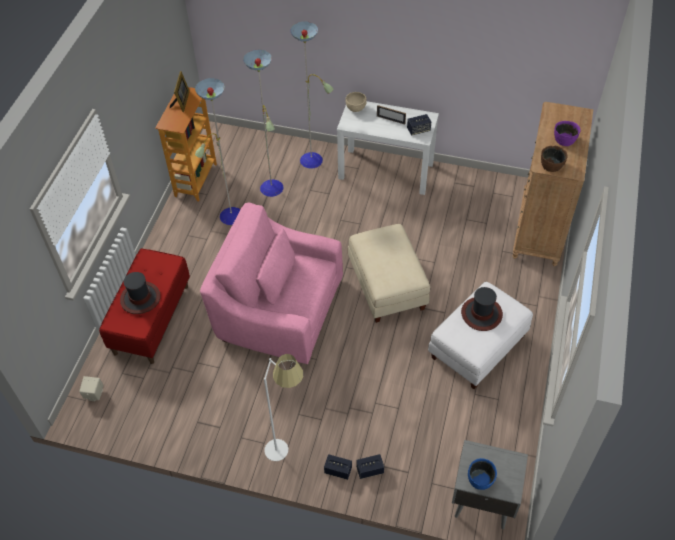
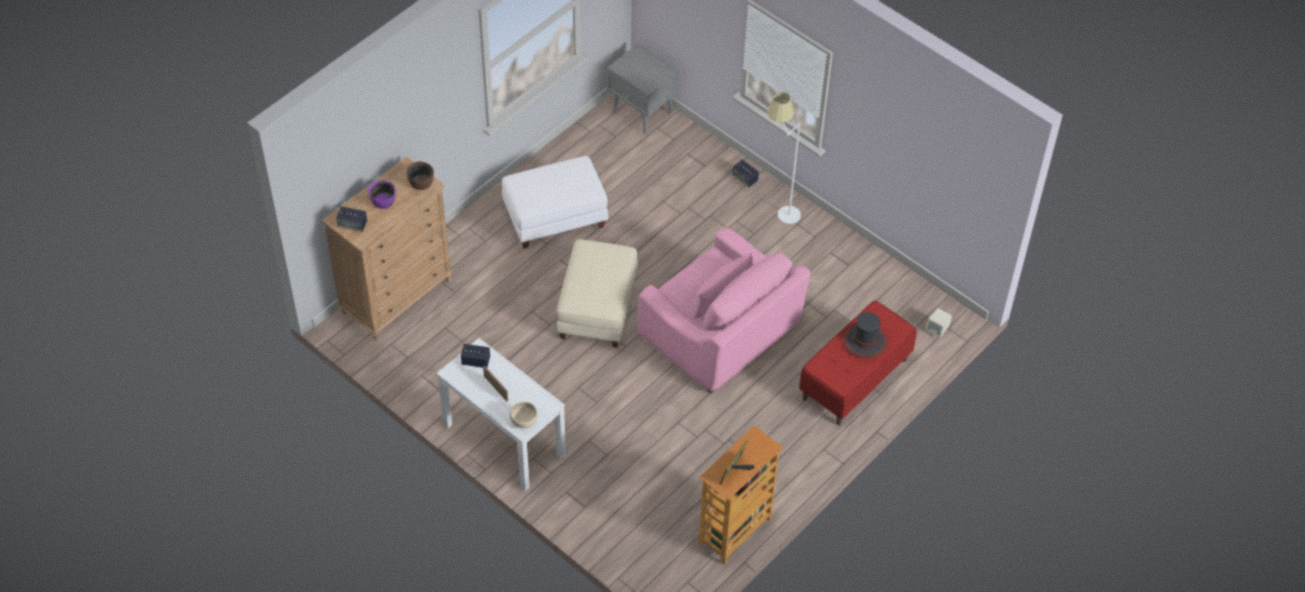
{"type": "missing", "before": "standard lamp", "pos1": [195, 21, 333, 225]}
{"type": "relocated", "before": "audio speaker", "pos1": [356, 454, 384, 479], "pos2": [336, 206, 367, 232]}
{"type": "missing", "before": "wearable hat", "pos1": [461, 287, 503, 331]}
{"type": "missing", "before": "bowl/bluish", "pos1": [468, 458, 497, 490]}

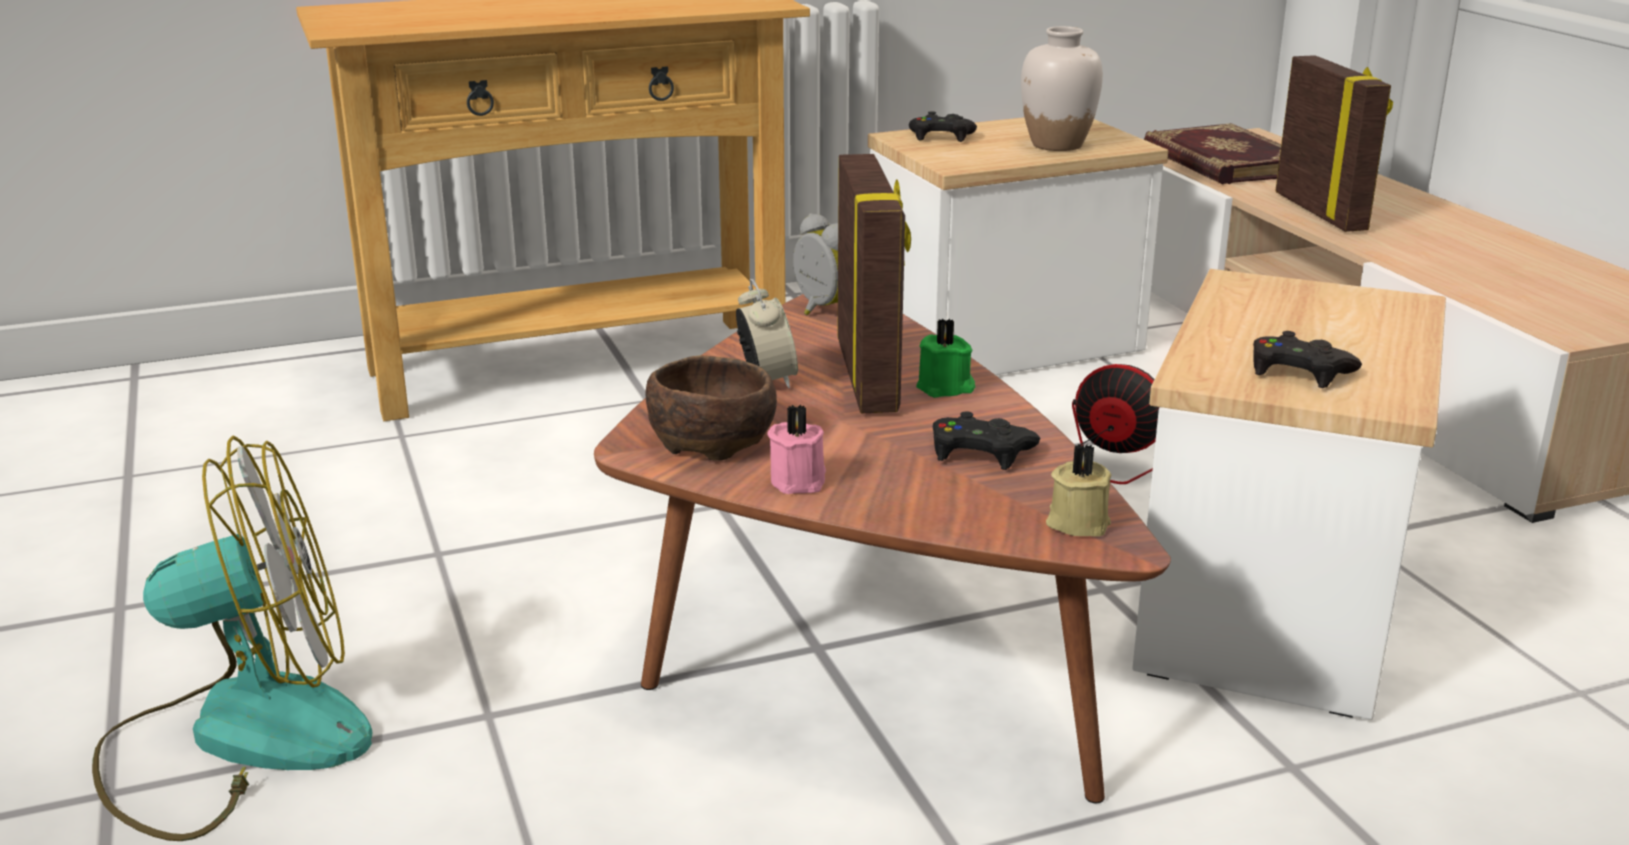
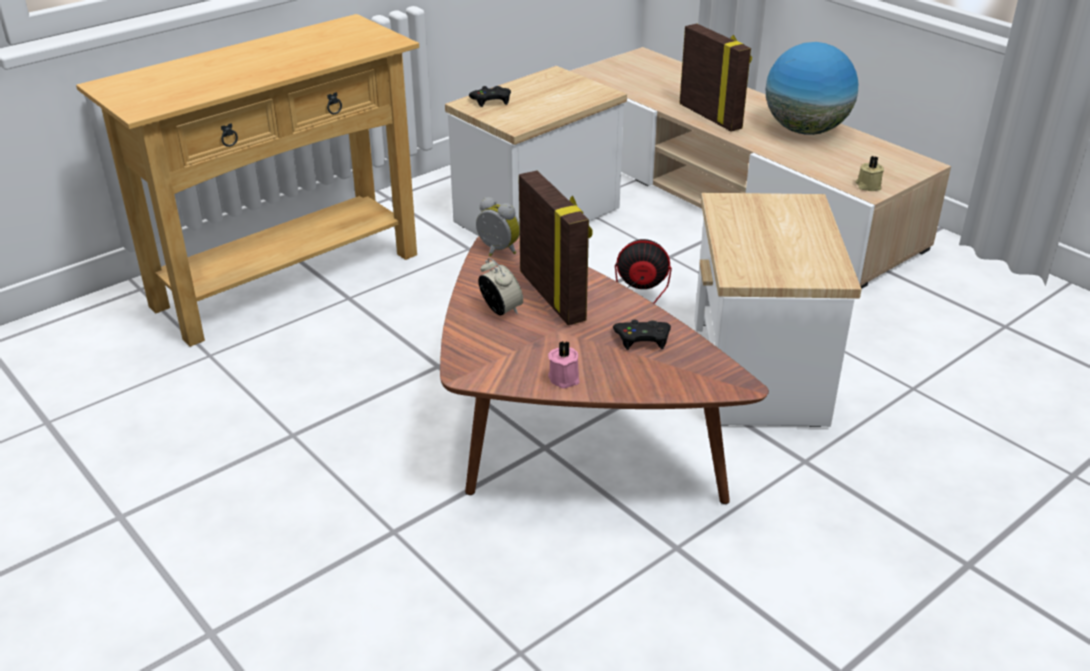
{"type": "missing", "before": "cooling fan", "pos1": [92, 436, 372, 841]}
{"type": "missing", "before": "bowl/brown", "pos1": [645, 355, 777, 461]}
{"type": "missing", "before": "candle/green", "pos1": [916, 319, 975, 398]}
{"type": "missing", "before": "flower vase/white-coloured", "pos1": [1021, 26, 1103, 151]}
{"type": "relocated", "before": "candle/beige-coloured", "pos1": [1046, 443, 1111, 536], "pos2": [855, 156, 884, 191]}
{"type": "missing", "before": "bound book", "pos1": [1144, 123, 1281, 184]}
{"type": "missing", "before": "game controller/blackish", "pos1": [1253, 331, 1362, 388]}
{"type": "appeared", "after": "world globe", "pos2": [766, 42, 858, 135]}

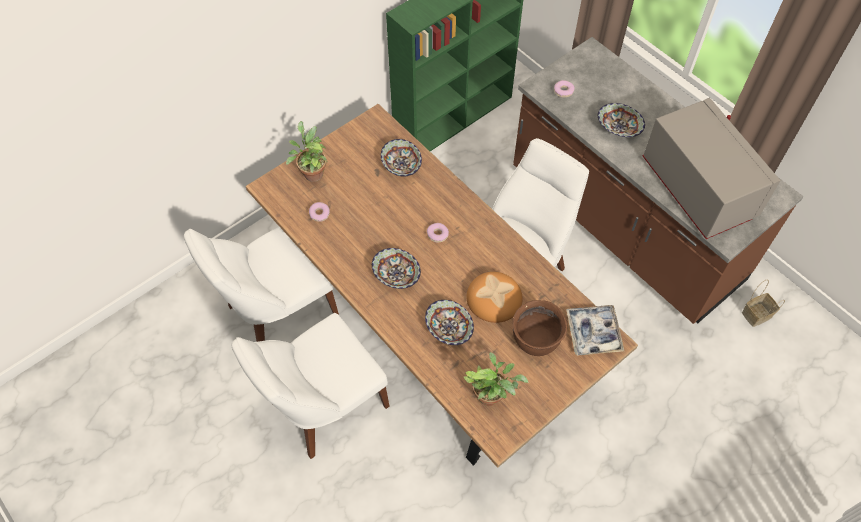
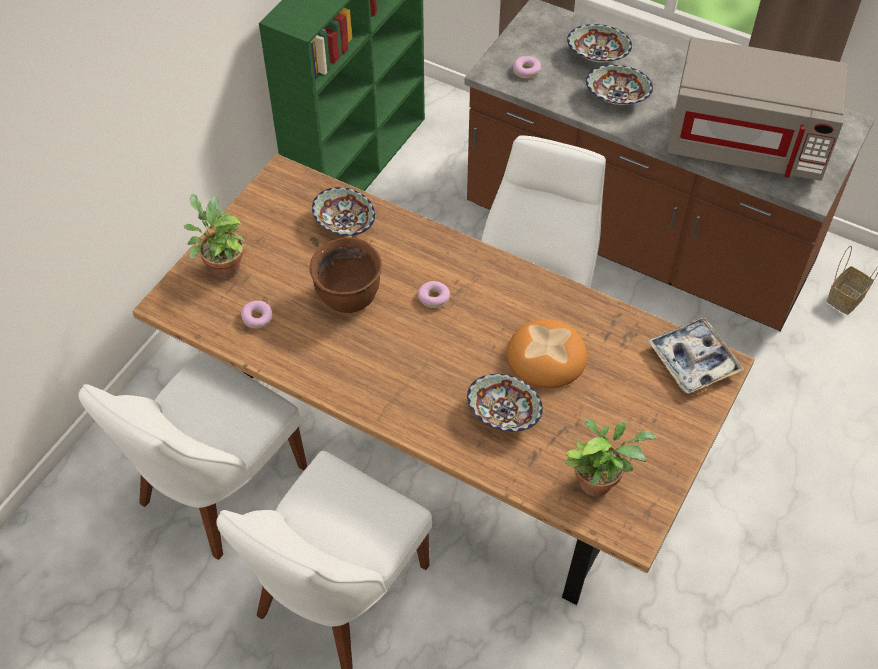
{"type": "relocated", "before": "bowl", "pos1": [372, 248, 421, 289], "pos2": [567, 24, 632, 63]}
{"type": "relocated", "before": "cooking pot/brown", "pos1": [513, 300, 567, 356], "pos2": [310, 237, 382, 313]}
{"type": "spun", "before": "microwave oven/gray", "pos1": [643, 98, 781, 239], "pos2": [667, 37, 848, 181], "turn": 150}

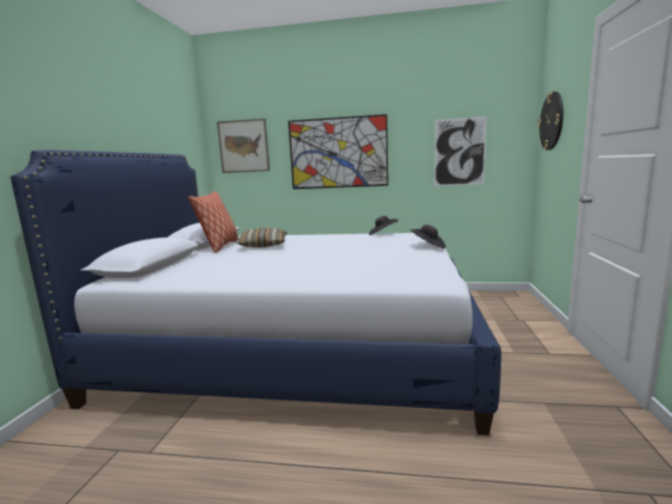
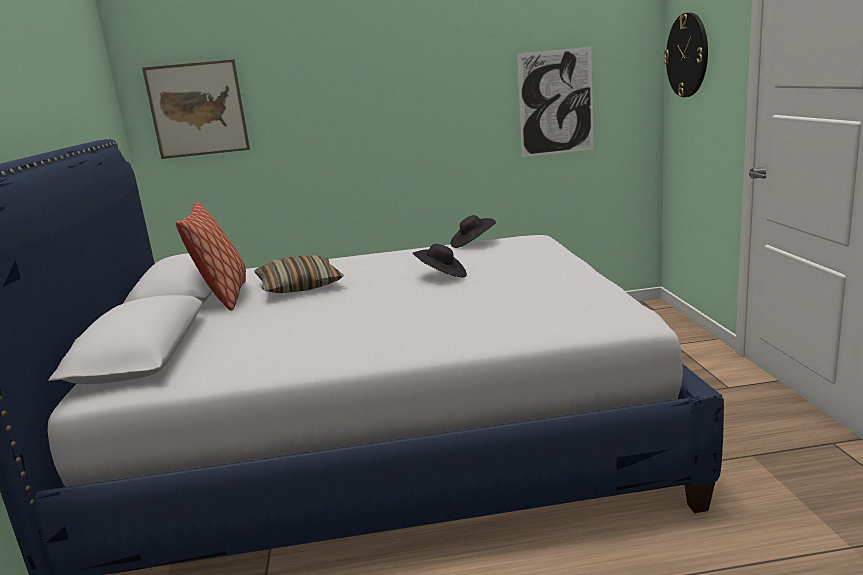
{"type": "missing", "before": "picture", "pos1": [288, 114, 388, 189]}
{"type": "relocated", "before": "wearable hat/blackish", "pos1": [411, 225, 446, 248], "pos2": [413, 244, 467, 278]}

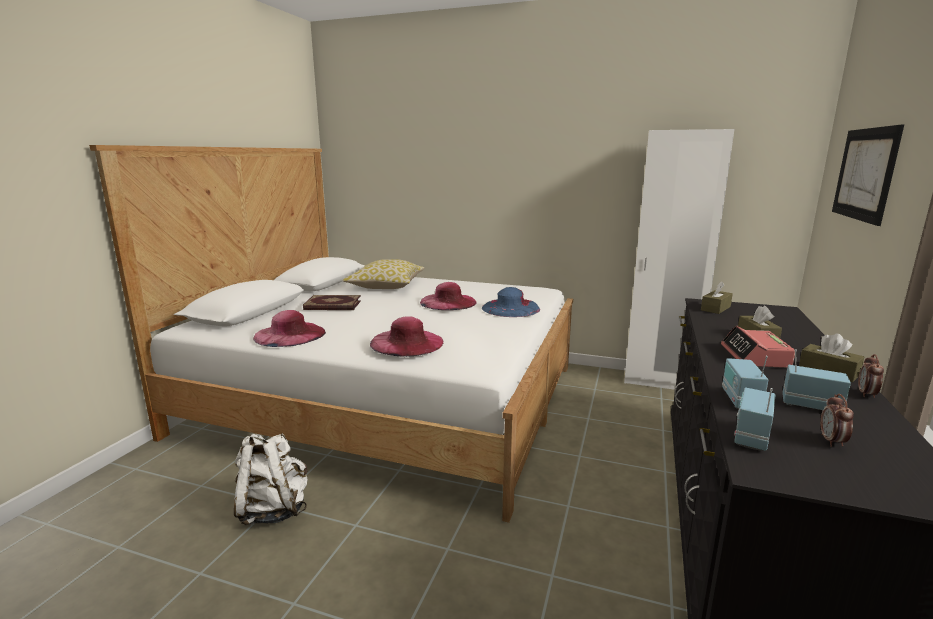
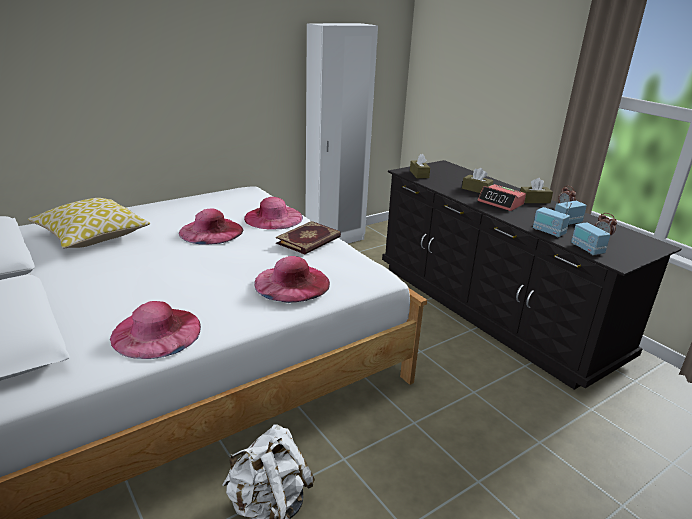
{"type": "relocated", "before": "bound book", "pos1": [303, 295, 361, 310], "pos2": [276, 221, 341, 255]}
{"type": "colour", "before": "wearable hat/bluish", "after": "wearable hat/pink-coloured", "pos1": [482, 287, 540, 317], "pos2": [244, 197, 303, 230]}
{"type": "missing", "before": "picture", "pos1": [832, 125, 904, 226]}

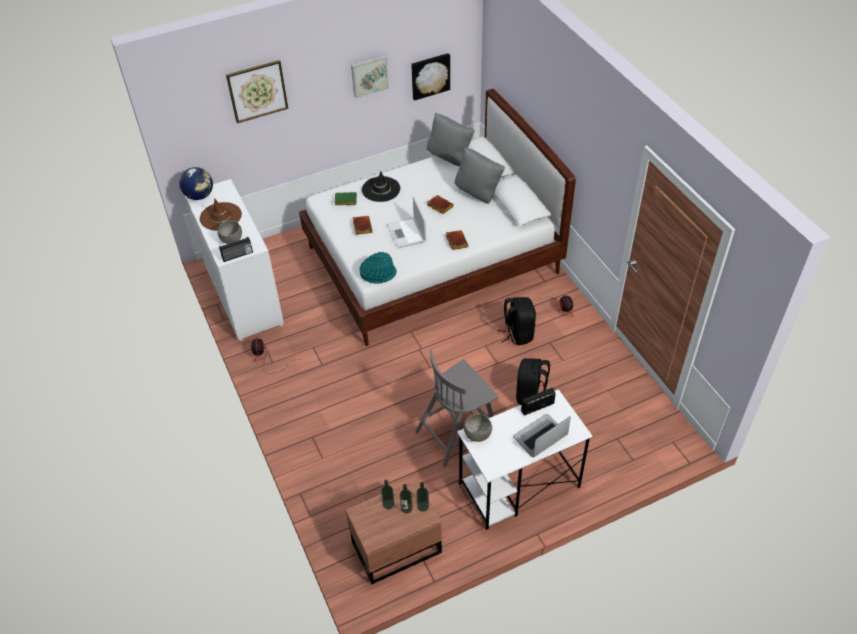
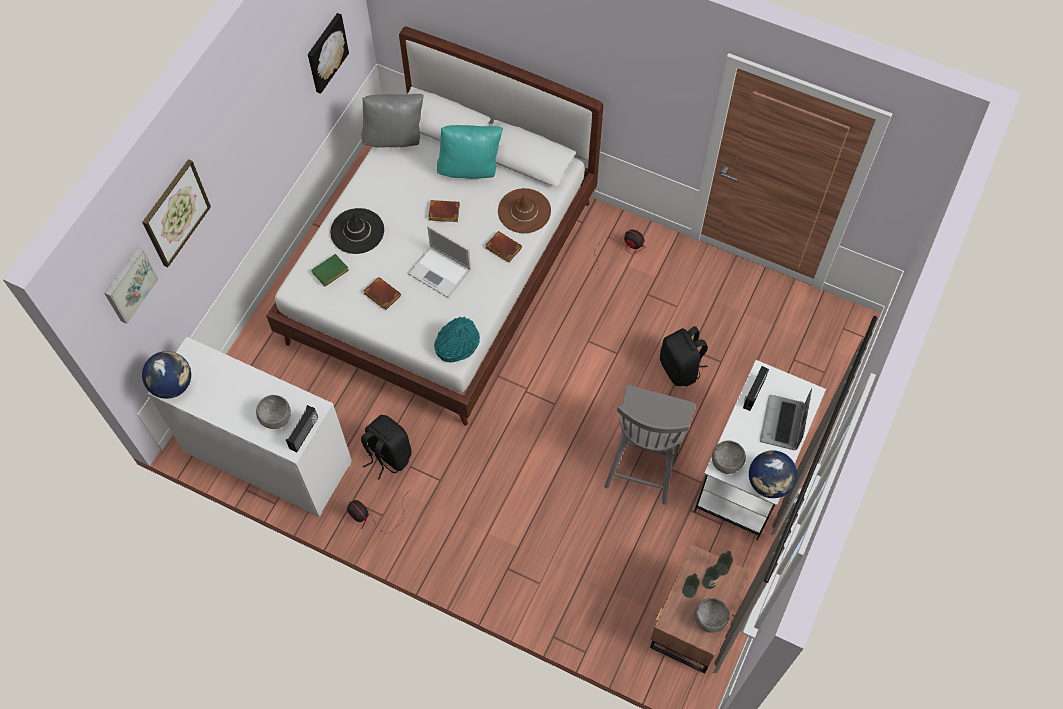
{"type": "relocated", "before": "wearable hat/brown", "pos1": [200, 198, 242, 231], "pos2": [498, 188, 551, 233]}
{"type": "relocated", "before": "picture", "pos1": [351, 55, 389, 98], "pos2": [104, 247, 159, 324]}
{"type": "colour", "before": "pillow/gray", "after": "pillow/blue-green", "pos1": [454, 147, 505, 204], "pos2": [437, 125, 503, 179]}
{"type": "relocated", "before": "knapsack/blackish", "pos1": [498, 297, 536, 345], "pos2": [361, 415, 412, 480]}
{"type": "appeared", "after": "bowl/gray", "pos2": [694, 598, 729, 633]}
{"type": "appeared", "after": "world globe", "pos2": [749, 450, 797, 498]}

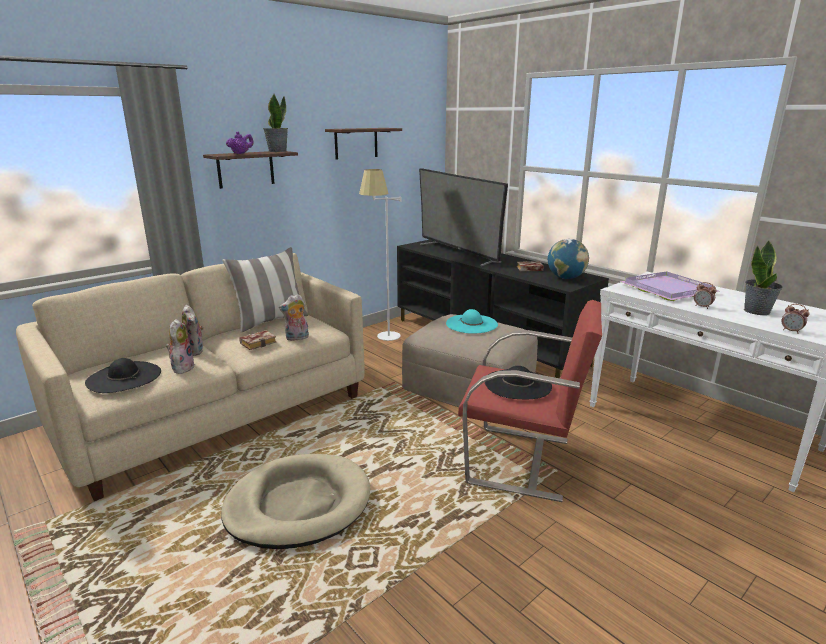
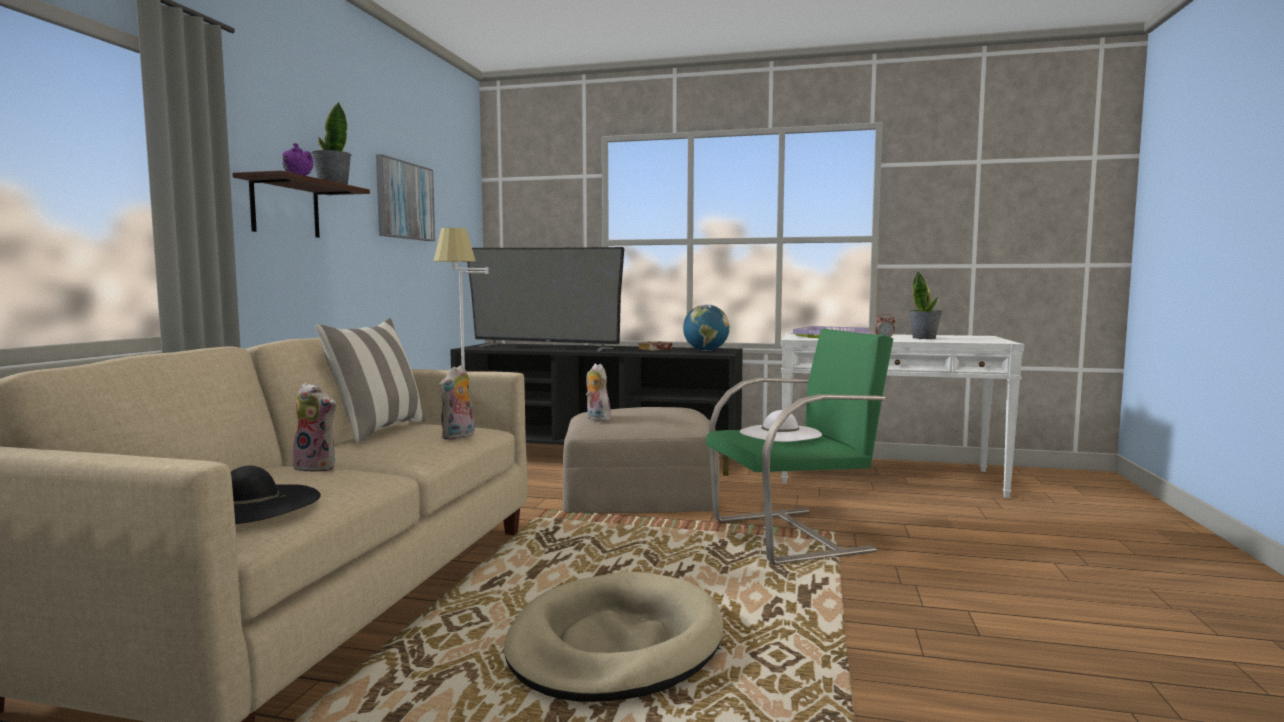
{"type": "relocated", "before": "cuddly toy", "pos1": [166, 319, 195, 374], "pos2": [586, 363, 611, 421]}
{"type": "missing", "before": "bound book", "pos1": [239, 330, 276, 350]}
{"type": "exchanged", "before": "wall shelf", "after": "picture", "pos1": [325, 128, 402, 160], "pos2": [376, 154, 435, 241]}
{"type": "missing", "before": "wearable hat/blue-green", "pos1": [446, 309, 498, 333]}
{"type": "colour", "before": "lounge chair/red", "after": "lounge chair/green", "pos1": [458, 300, 602, 502], "pos2": [706, 329, 893, 564]}
{"type": "colour", "before": "wearable hat/blackish", "after": "wearable hat/white-coloured", "pos1": [485, 366, 552, 399], "pos2": [740, 410, 822, 442]}
{"type": "missing", "before": "table clock", "pos1": [781, 304, 809, 334]}

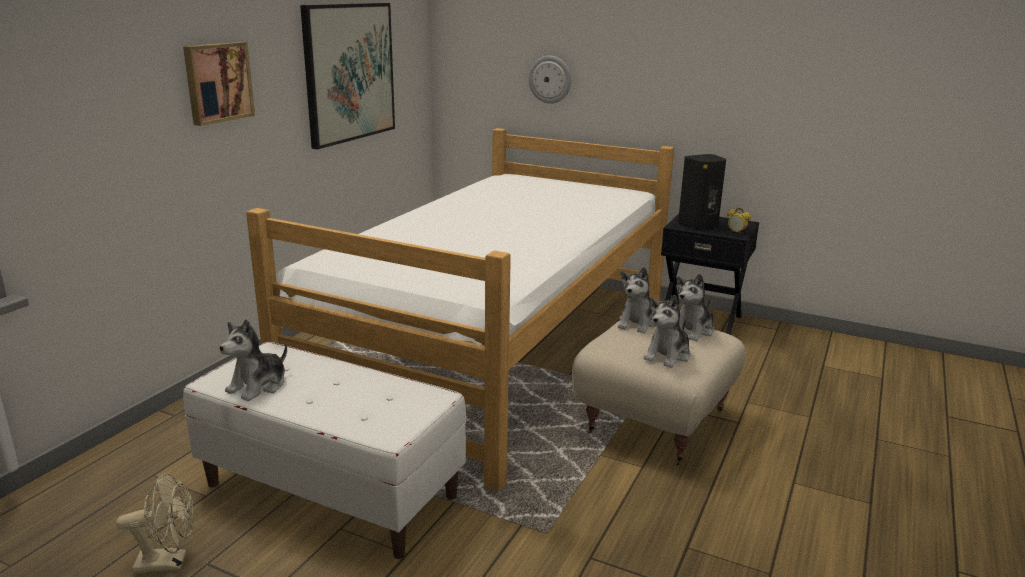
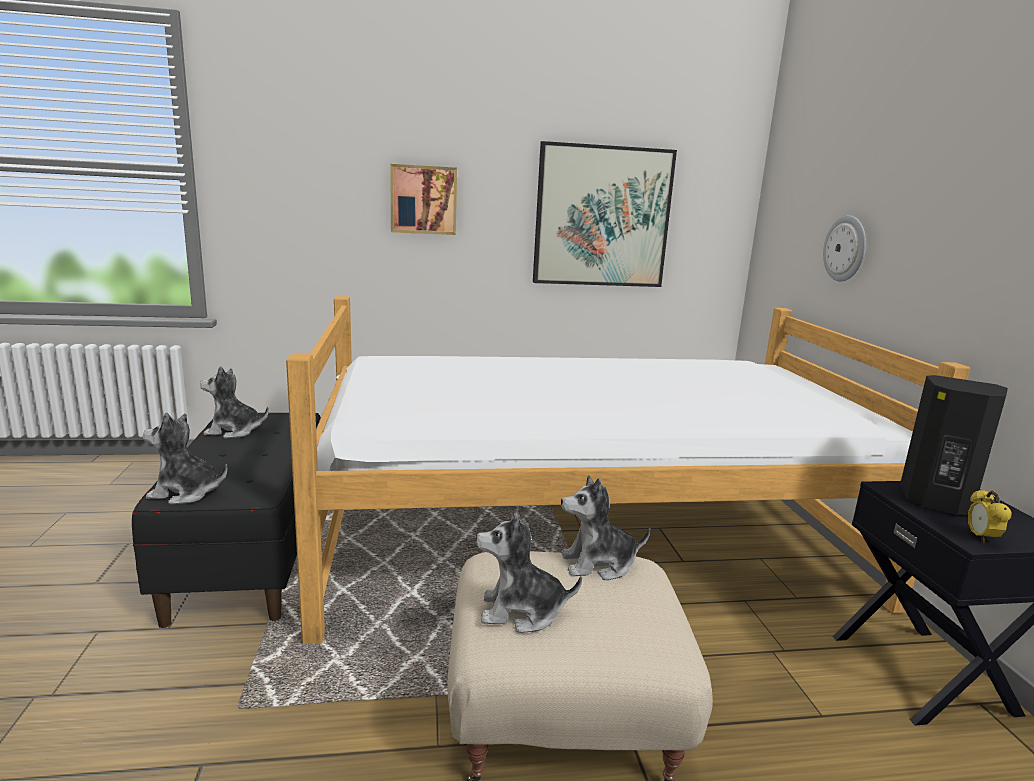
{"type": "missing", "before": "cooling fan/beige-coloured", "pos1": [116, 473, 194, 573]}
{"type": "colour", "before": "indoor bench/white-coloured", "after": "indoor bench/blackish", "pos1": [183, 342, 466, 559], "pos2": [132, 413, 321, 628]}
{"type": "relocated", "before": "cuddly toy", "pos1": [676, 273, 714, 341], "pos2": [143, 413, 227, 505]}

